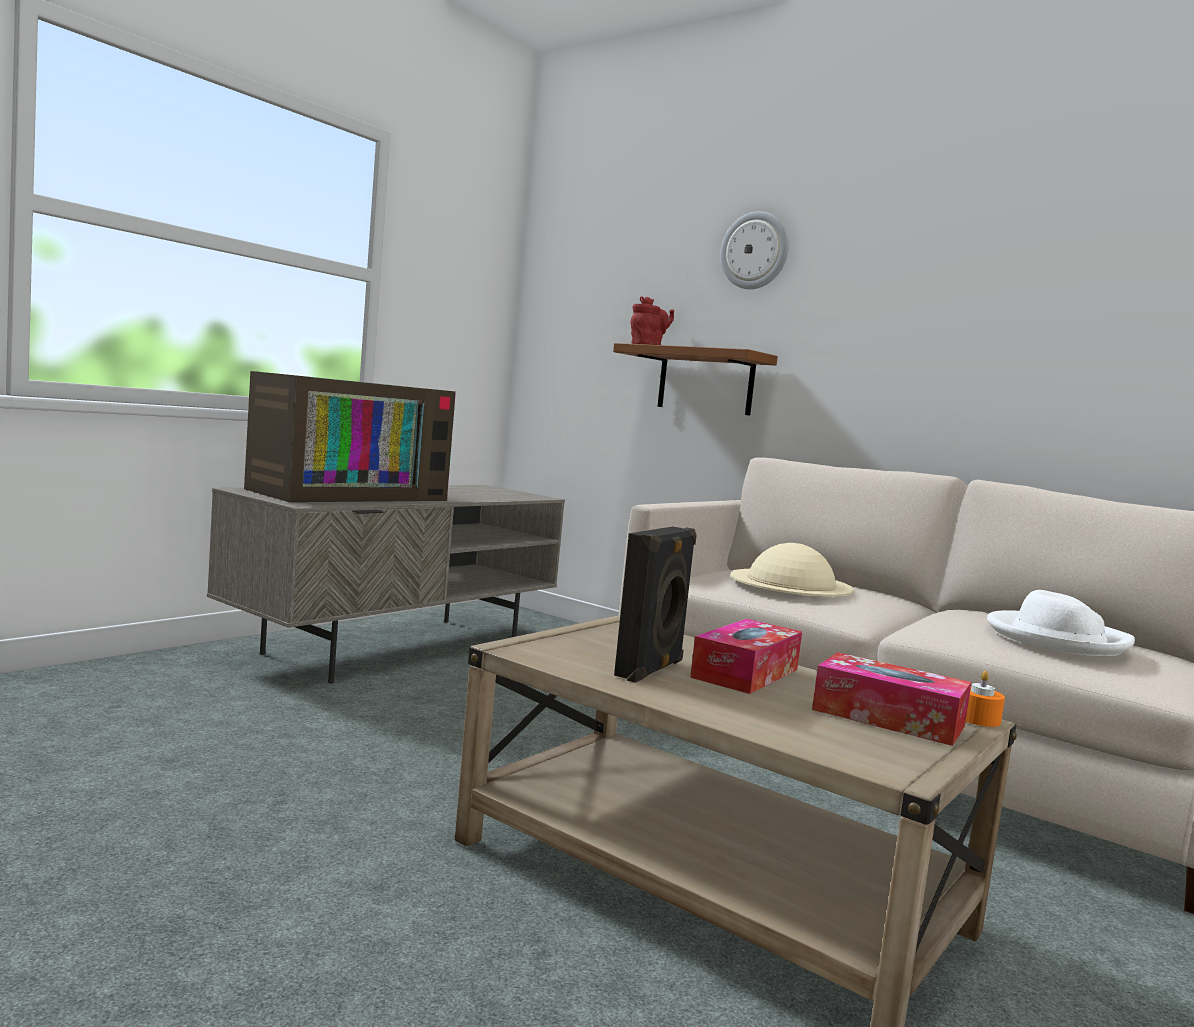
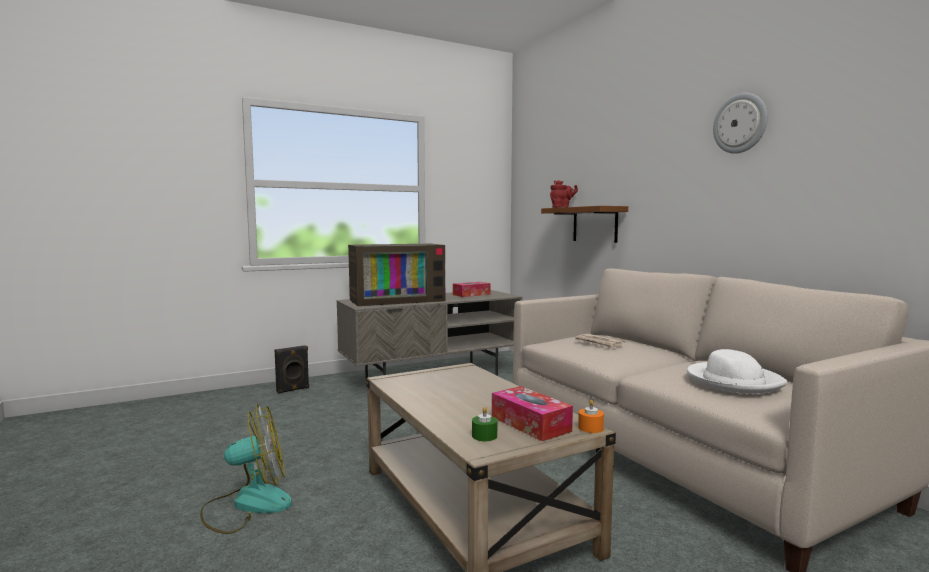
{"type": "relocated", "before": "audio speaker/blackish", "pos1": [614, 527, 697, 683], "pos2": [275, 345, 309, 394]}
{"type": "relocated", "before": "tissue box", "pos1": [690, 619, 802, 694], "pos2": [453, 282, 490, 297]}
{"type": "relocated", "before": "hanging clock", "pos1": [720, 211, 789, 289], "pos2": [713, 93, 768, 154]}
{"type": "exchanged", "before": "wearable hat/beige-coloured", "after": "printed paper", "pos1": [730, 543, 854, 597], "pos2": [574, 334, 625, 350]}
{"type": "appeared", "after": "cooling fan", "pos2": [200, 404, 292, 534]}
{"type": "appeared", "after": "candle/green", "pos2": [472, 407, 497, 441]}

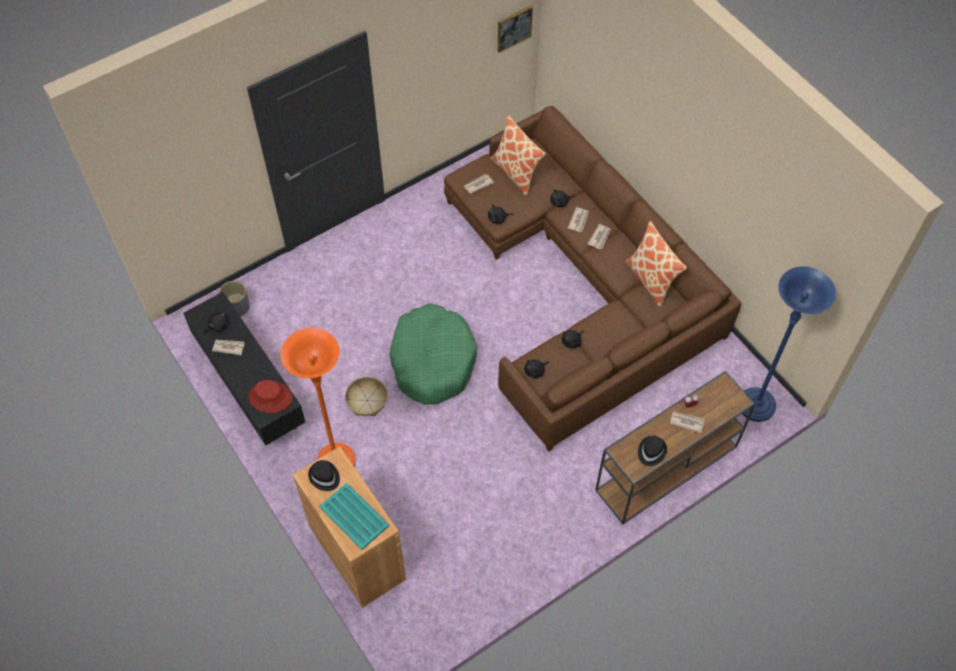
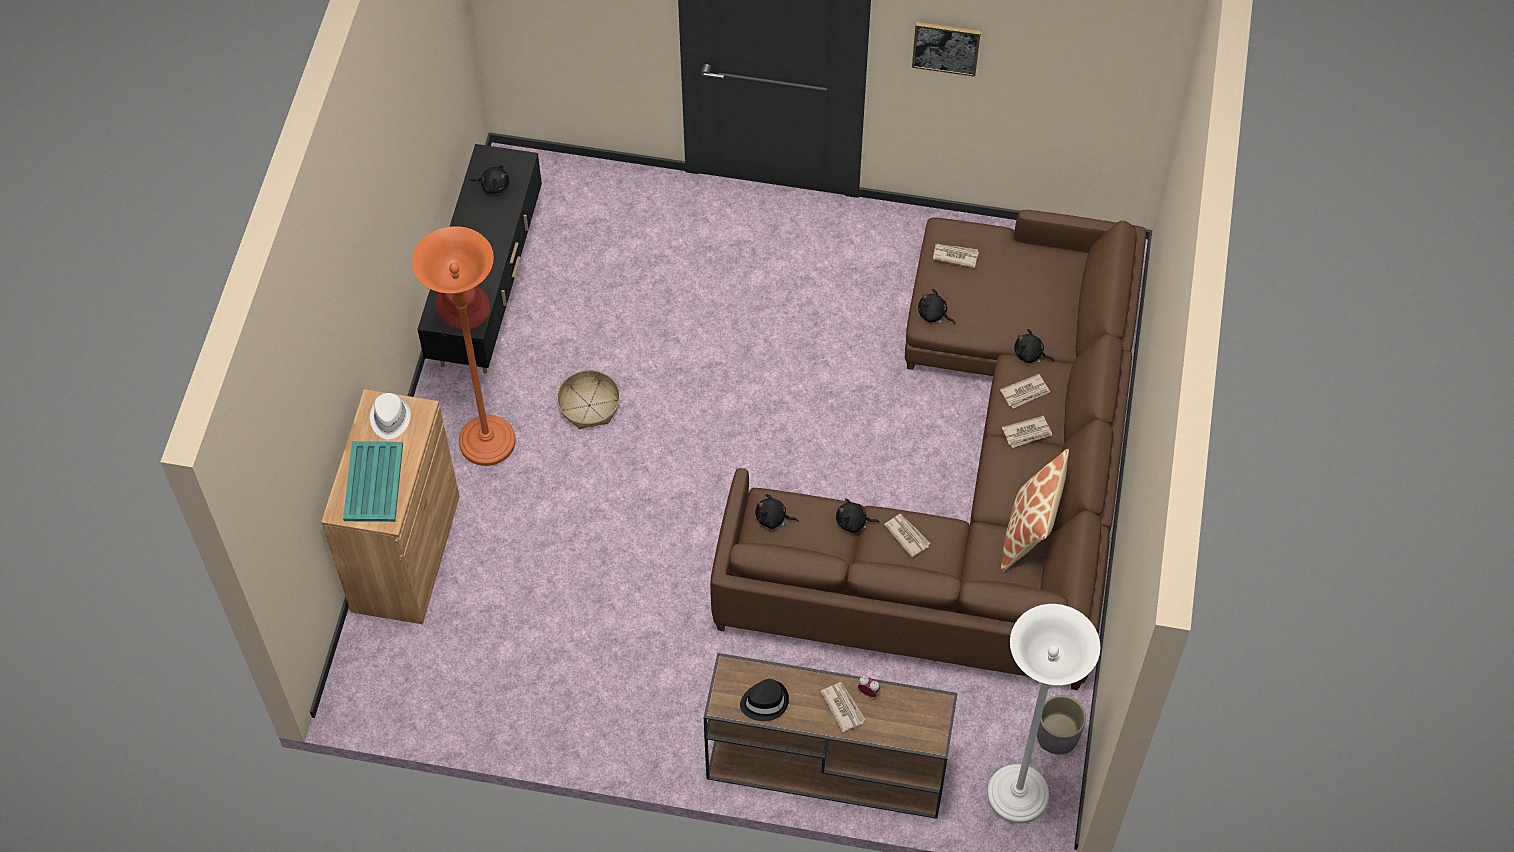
{"type": "relocated", "before": "printed paper", "pos1": [212, 339, 245, 355], "pos2": [884, 514, 931, 557]}
{"type": "relocated", "before": "plant pot/gray", "pos1": [219, 281, 250, 317], "pos2": [1037, 695, 1086, 755]}
{"type": "colour", "before": "wearable hat/blackish", "after": "wearable hat/white-coloured", "pos1": [308, 460, 340, 491], "pos2": [370, 393, 411, 439]}
{"type": "missing", "before": "pet bed/green", "pos1": [389, 303, 477, 405]}
{"type": "missing", "before": "pillow", "pos1": [491, 115, 546, 197]}
{"type": "relocated", "before": "picture", "pos1": [498, 6, 533, 53], "pos2": [912, 22, 981, 77]}
{"type": "colour", "before": "standard lamp/bluish", "after": "standard lamp/white-coloured", "pos1": [742, 267, 836, 422], "pos2": [987, 604, 1100, 824]}

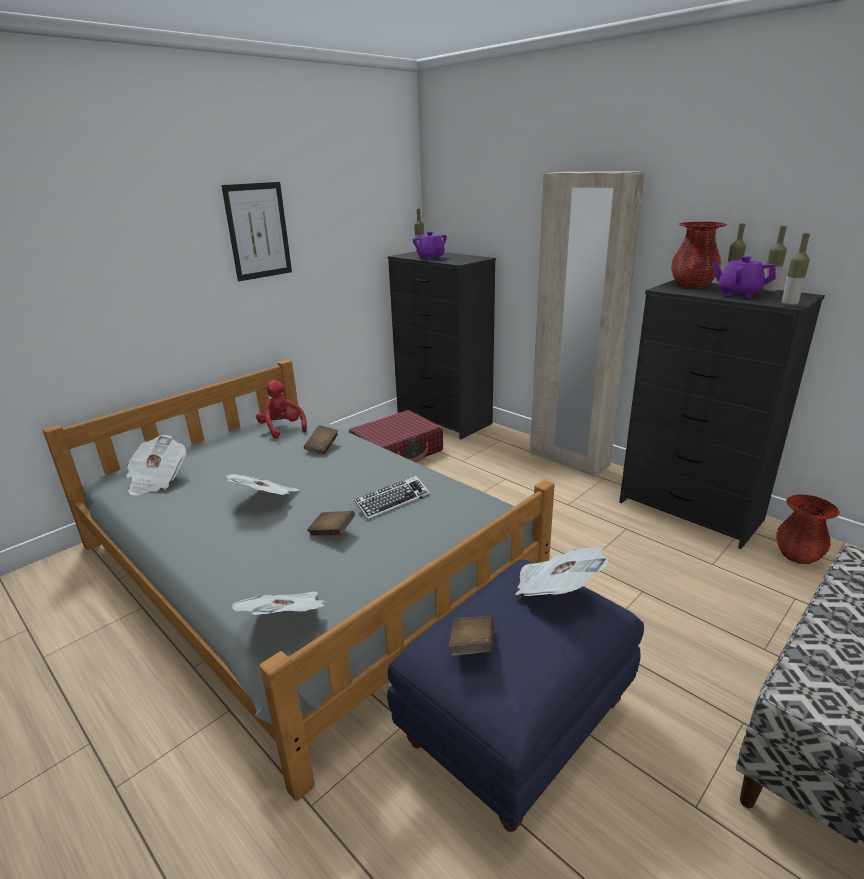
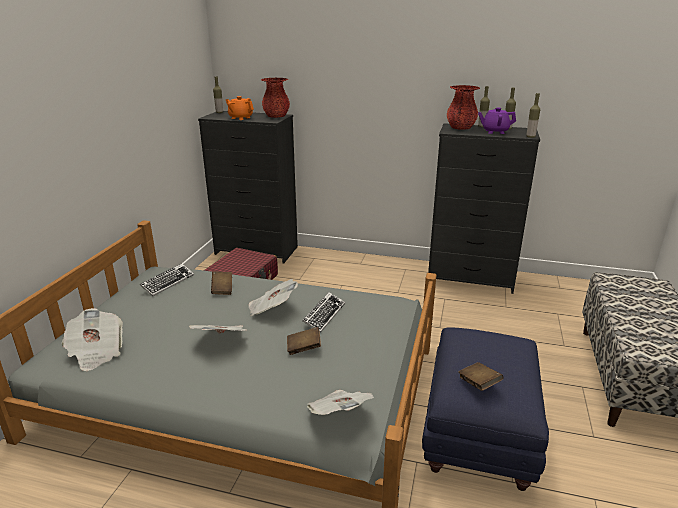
{"type": "missing", "before": "picture", "pos1": [221, 182, 292, 281]}
{"type": "exchanged", "before": "cuddly toy/red", "after": "PC keyboard", "pos1": [256, 380, 307, 439], "pos2": [140, 264, 194, 296]}
{"type": "colour", "before": "teapot/purple", "after": "teapot/orange-coloured", "pos1": [413, 231, 447, 260], "pos2": [226, 96, 254, 120]}
{"type": "relocated", "before": "printed paper", "pos1": [516, 547, 608, 596], "pos2": [248, 279, 298, 316]}
{"type": "missing", "before": "clothes cupboard/beige-coloured", "pos1": [530, 171, 645, 477]}
{"type": "relocated", "before": "flower vase/red", "pos1": [776, 494, 840, 564], "pos2": [261, 78, 290, 118]}

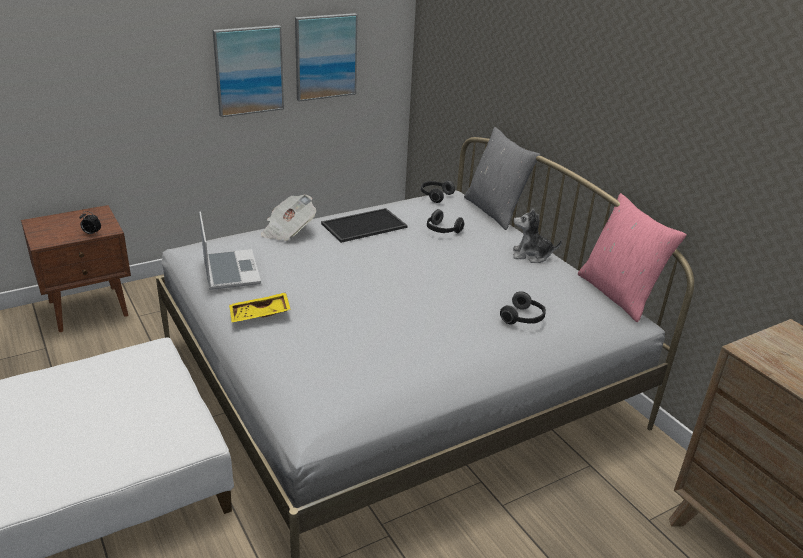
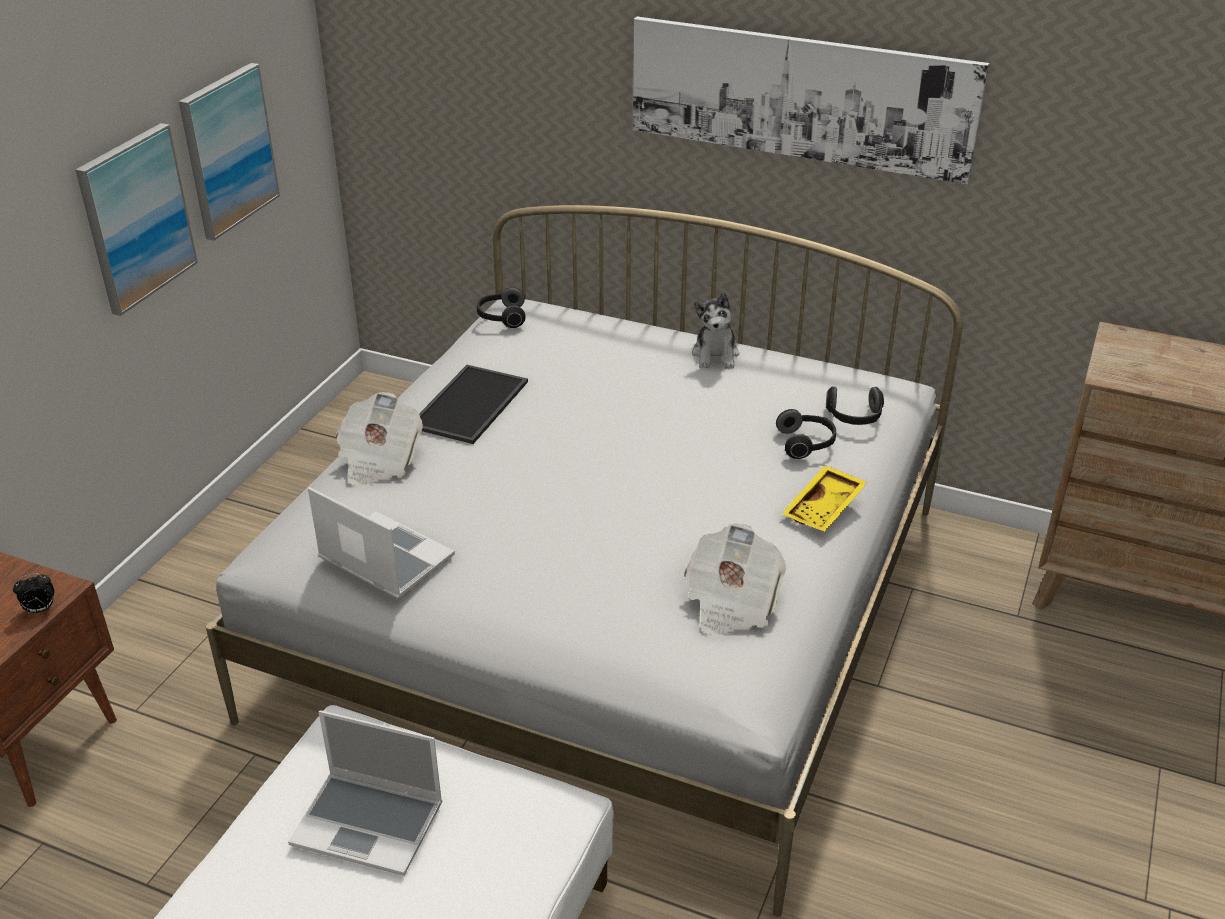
{"type": "relocated", "before": "carrying tray/yellowish", "pos1": [229, 292, 291, 322], "pos2": [781, 465, 867, 532]}
{"type": "relocated", "before": "pair of headphones", "pos1": [427, 209, 464, 233], "pos2": [826, 386, 884, 425]}
{"type": "missing", "before": "pillow/gray", "pos1": [464, 127, 540, 230]}
{"type": "spun", "before": "cuddly toy", "pos1": [513, 208, 562, 263], "pos2": [692, 293, 739, 369], "turn": -60}
{"type": "missing", "before": "pillow/pink-coloured", "pos1": [578, 193, 687, 322]}
{"type": "appeared", "after": "laptop", "pos2": [288, 710, 442, 876]}
{"type": "appeared", "after": "picture", "pos2": [633, 17, 989, 184]}
{"type": "appeared", "after": "printed paper", "pos2": [684, 523, 786, 635]}

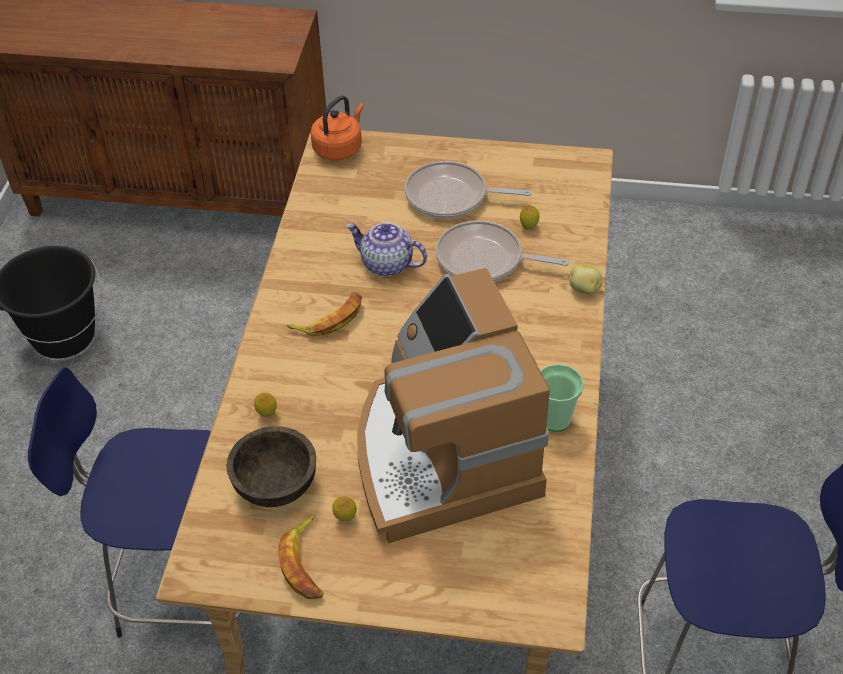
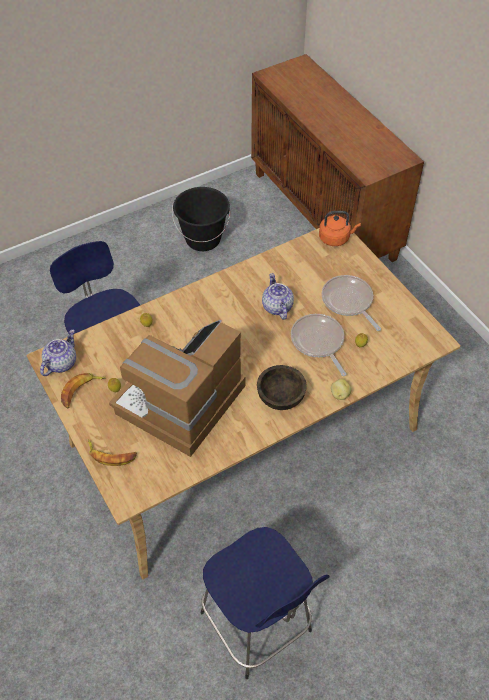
{"type": "relocated", "before": "bowl/brown", "pos1": [226, 426, 316, 507], "pos2": [257, 365, 307, 410]}
{"type": "relocated", "before": "banana fruit", "pos1": [286, 292, 362, 336], "pos2": [88, 439, 137, 466]}
{"type": "missing", "before": "cup", "pos1": [540, 364, 584, 432]}
{"type": "appeared", "after": "teapot", "pos2": [40, 330, 76, 376]}

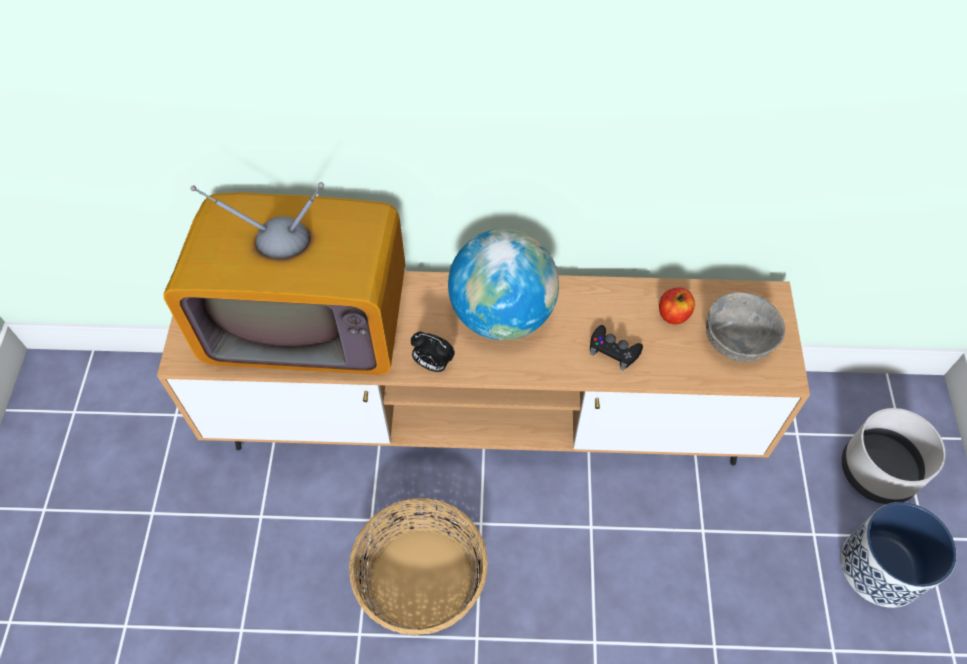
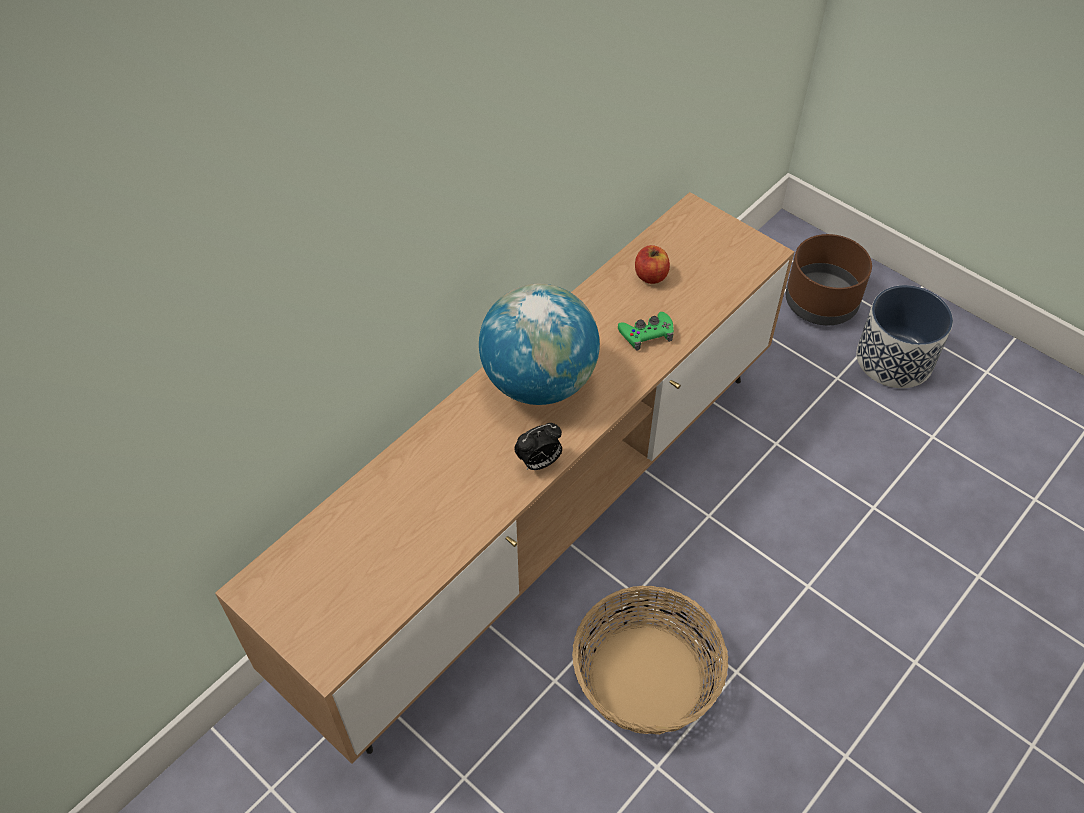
{"type": "missing", "before": "TV set", "pos1": [163, 182, 405, 375]}
{"type": "colour", "before": "game controller/blackish", "after": "game controller/green", "pos1": [590, 325, 643, 371], "pos2": [618, 312, 674, 351]}
{"type": "missing", "before": "bowl/gray", "pos1": [706, 292, 785, 362]}
{"type": "colour", "before": "plant pot/gray", "after": "plant pot/brown", "pos1": [842, 408, 946, 504], "pos2": [786, 234, 872, 325]}

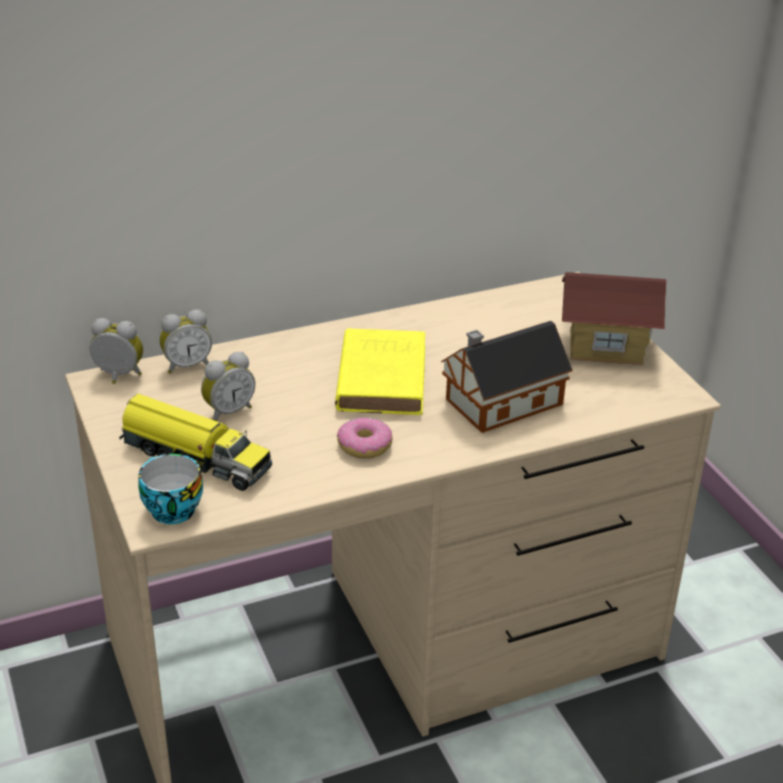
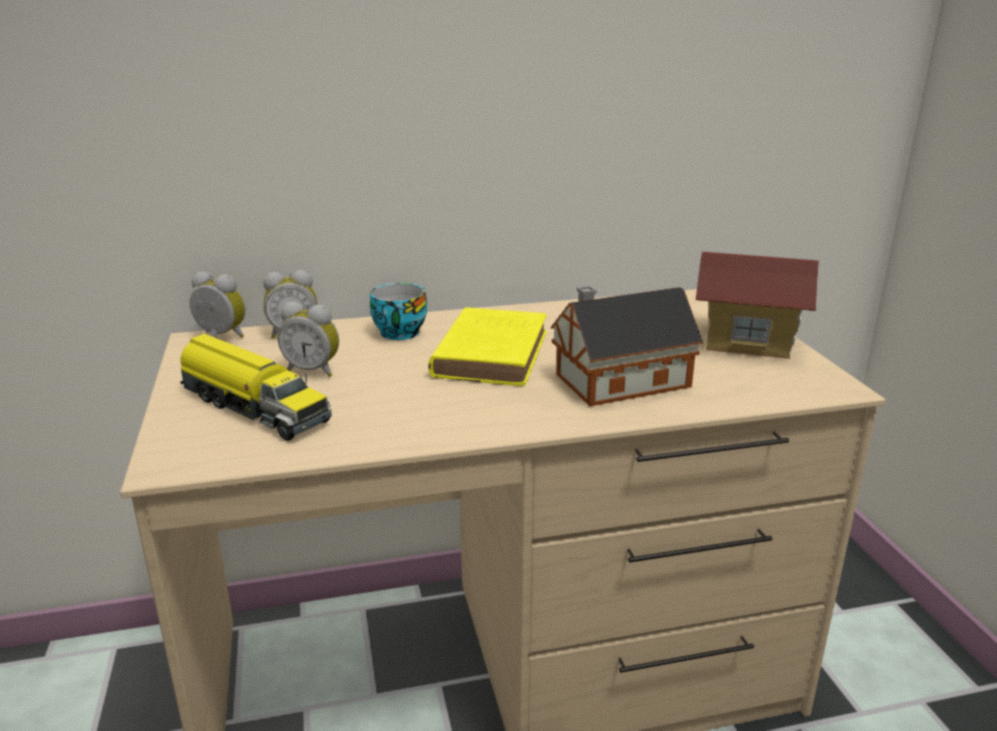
{"type": "relocated", "before": "cup", "pos1": [138, 454, 203, 524], "pos2": [370, 283, 427, 340]}
{"type": "spun", "before": "table clock", "pos1": [201, 352, 255, 421], "pos2": [278, 302, 339, 377], "turn": 45}
{"type": "missing", "before": "ring doughnut", "pos1": [337, 418, 393, 458]}

